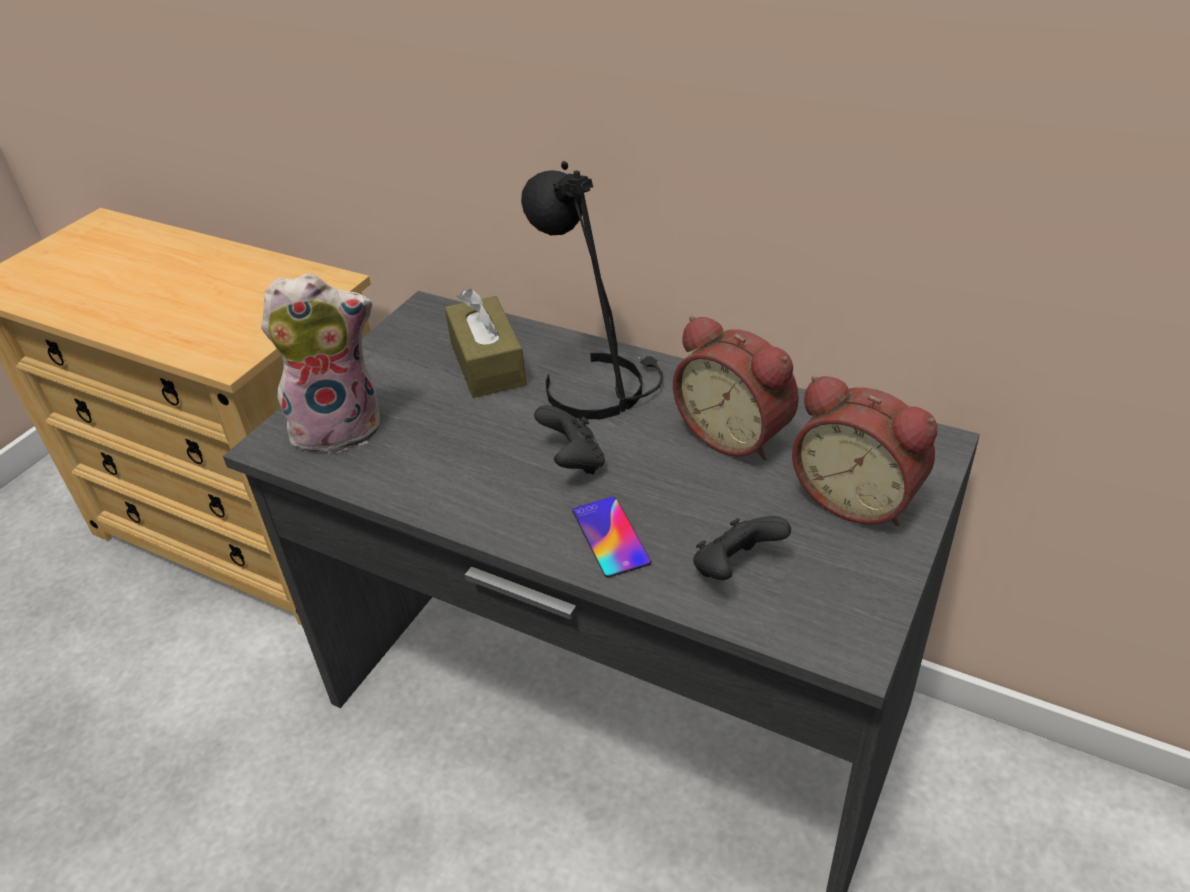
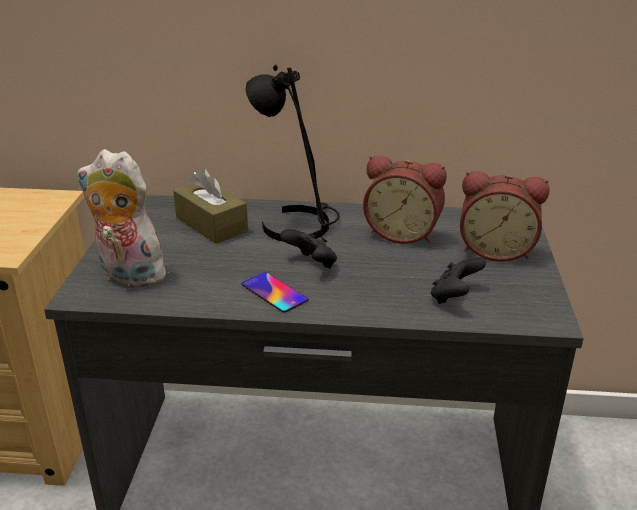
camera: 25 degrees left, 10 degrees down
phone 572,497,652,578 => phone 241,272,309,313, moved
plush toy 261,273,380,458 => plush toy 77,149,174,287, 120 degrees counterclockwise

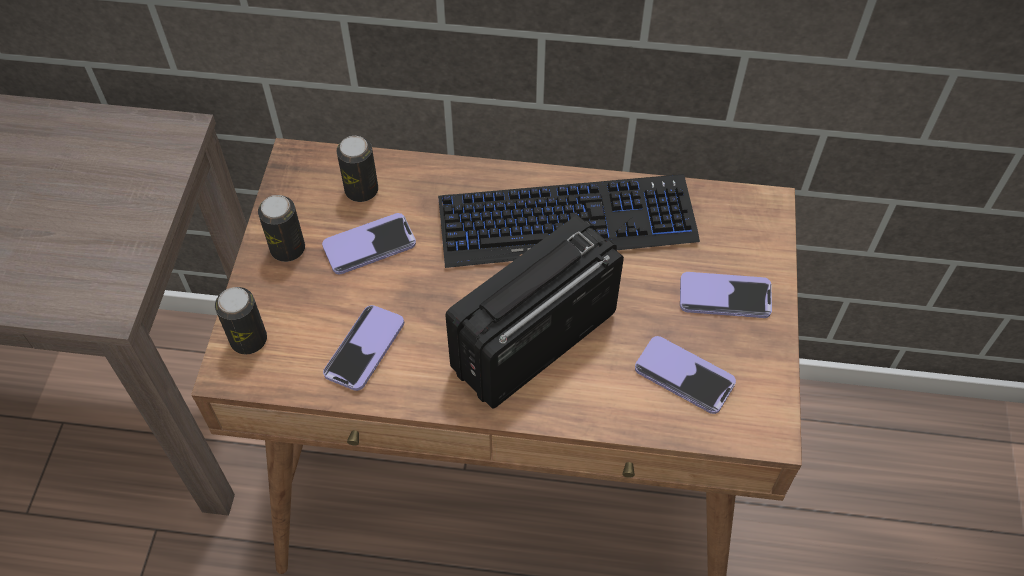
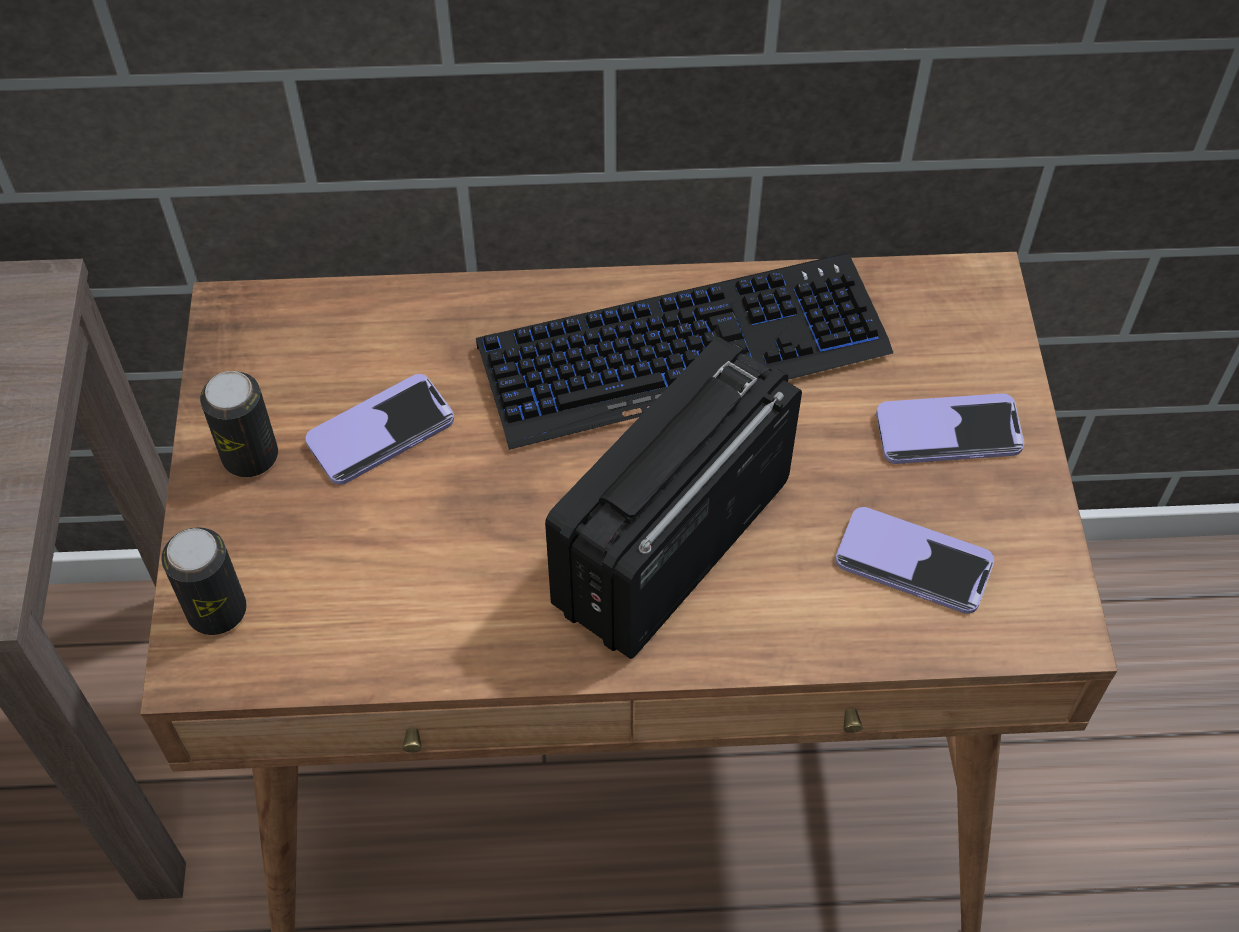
camera: 10 degrees left, 0 degrees up
phone 323,305,404,391 => nothing
can 337,136,378,202 => nothing

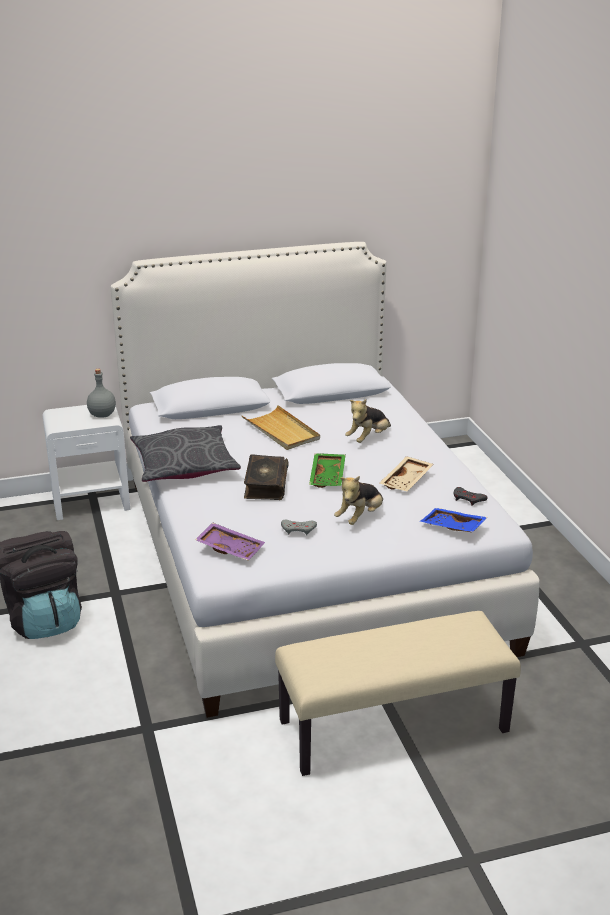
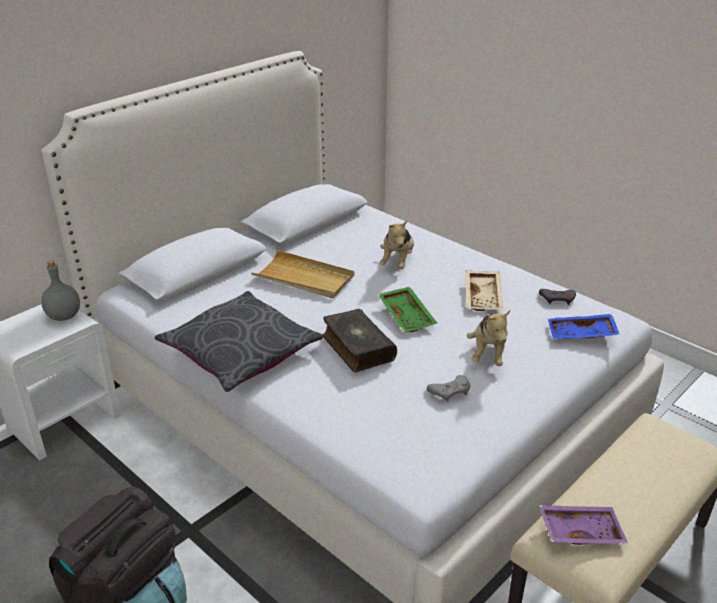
camera: 30 degrees left, 5 degrees up
tray (purple) 195,523,265,561 => tray (purple) 539,505,628,545, moved

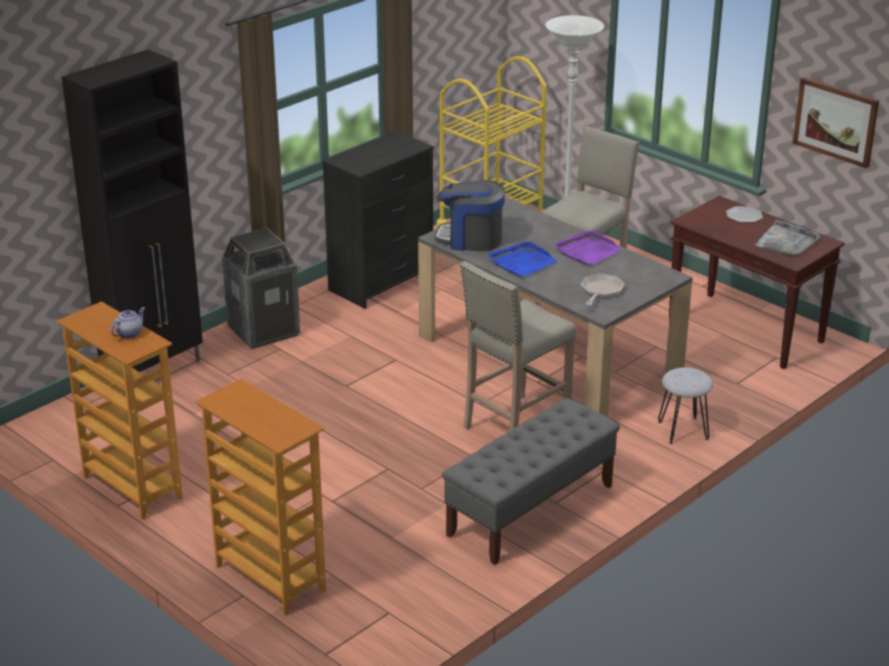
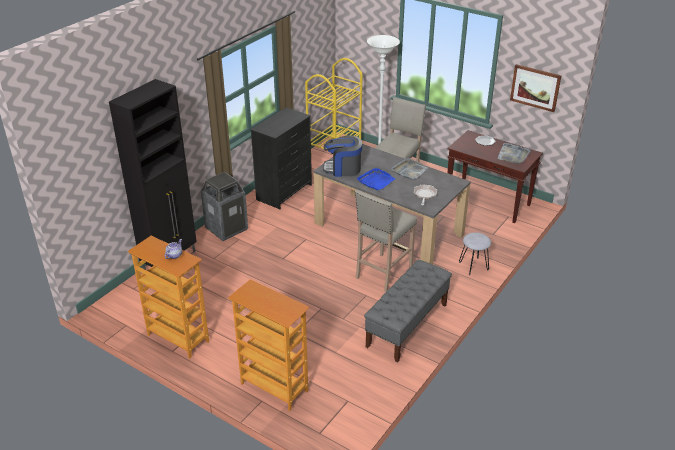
camera: 10 degrees left, 5 degrees up
tray (purple) 554,231,623,265 => tray (grey) 391,158,428,180

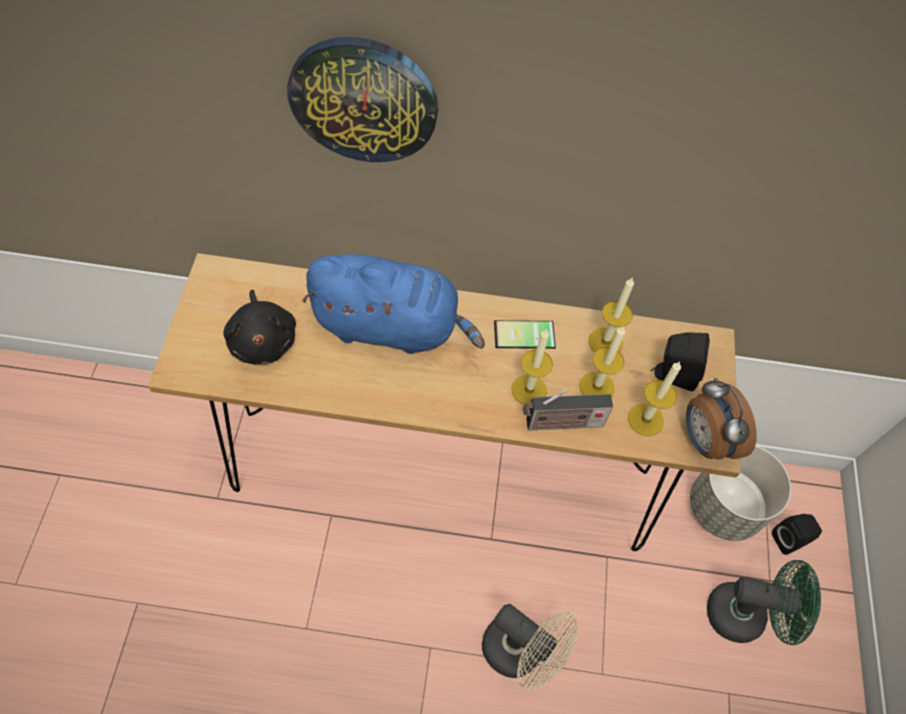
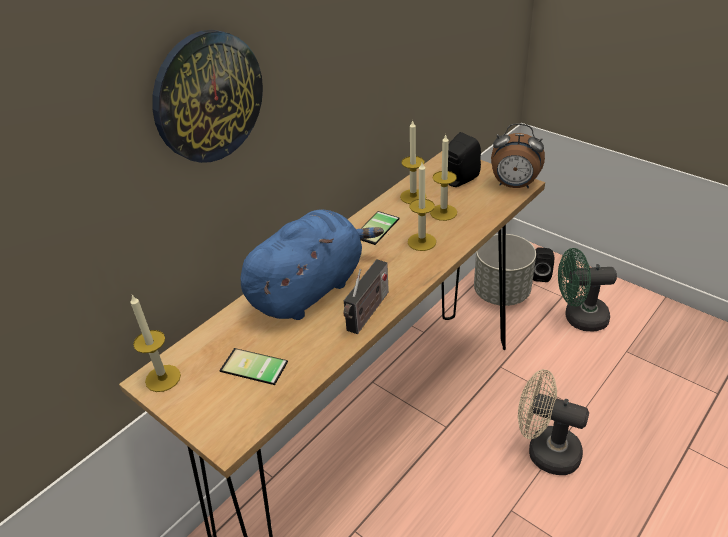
camera: 50 degrees left, 20 degrees down
radio 523,390,613,431 => radio 344,259,389,334, moved
candle 628,362,681,436 => candle 130,295,181,392, moved
plush toy (black) 224,290,296,365 => phone 219,348,288,385
fan (beige) 482,604,578,690 => fan (beige) 518,369,589,475, 135 degrees counterclockwise
fan (green) 707,560,821,645 => fan (green) 558,248,617,332, 135 degrees counterclockwise

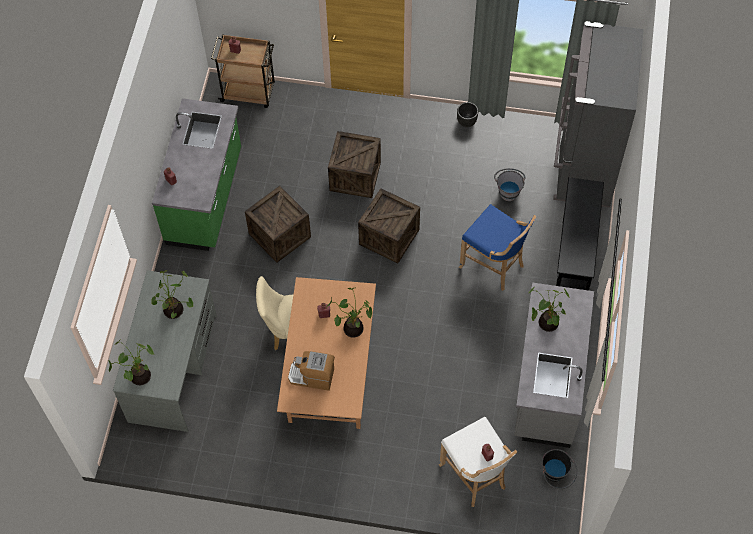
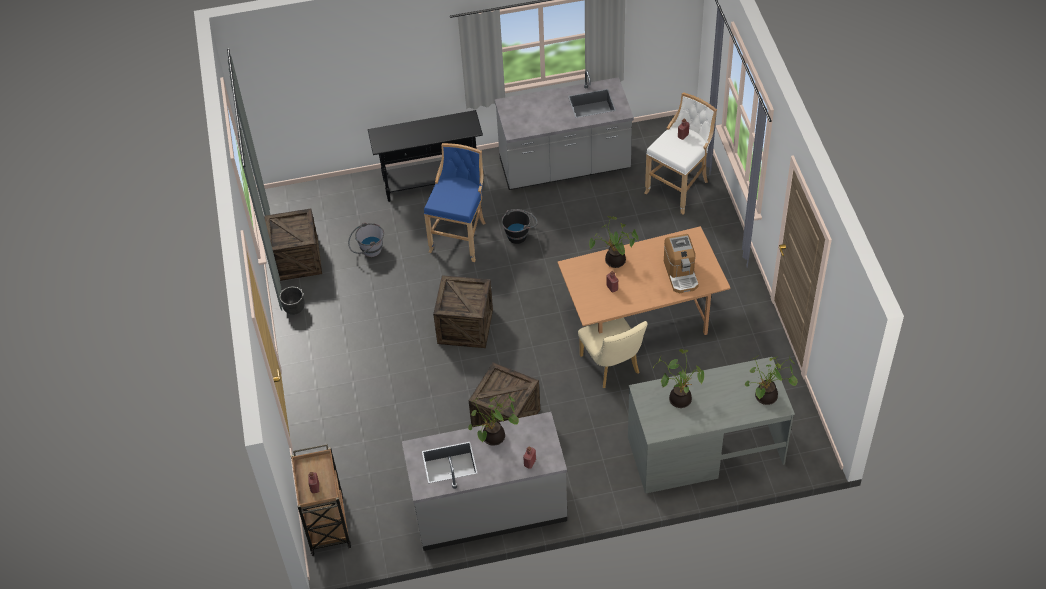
camera: 110 degrees left, 10 degrees down
fridge (grey) 553,21,644,207 => nothing
crate 328,131,381,198 => crate 264,209,322,281, moved
potted plant 529,287,570,332 => potted plant 468,394,519,446, moved
bucket (black) 542,449,577,489 => bucket (black) 502,209,538,244, moved
counter (green) 152,98,241,251 => counter (grey) 402,412,567,551

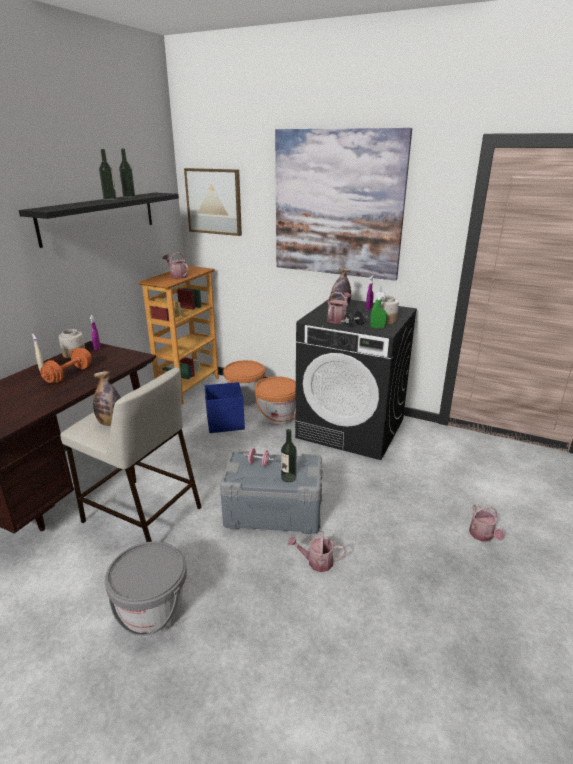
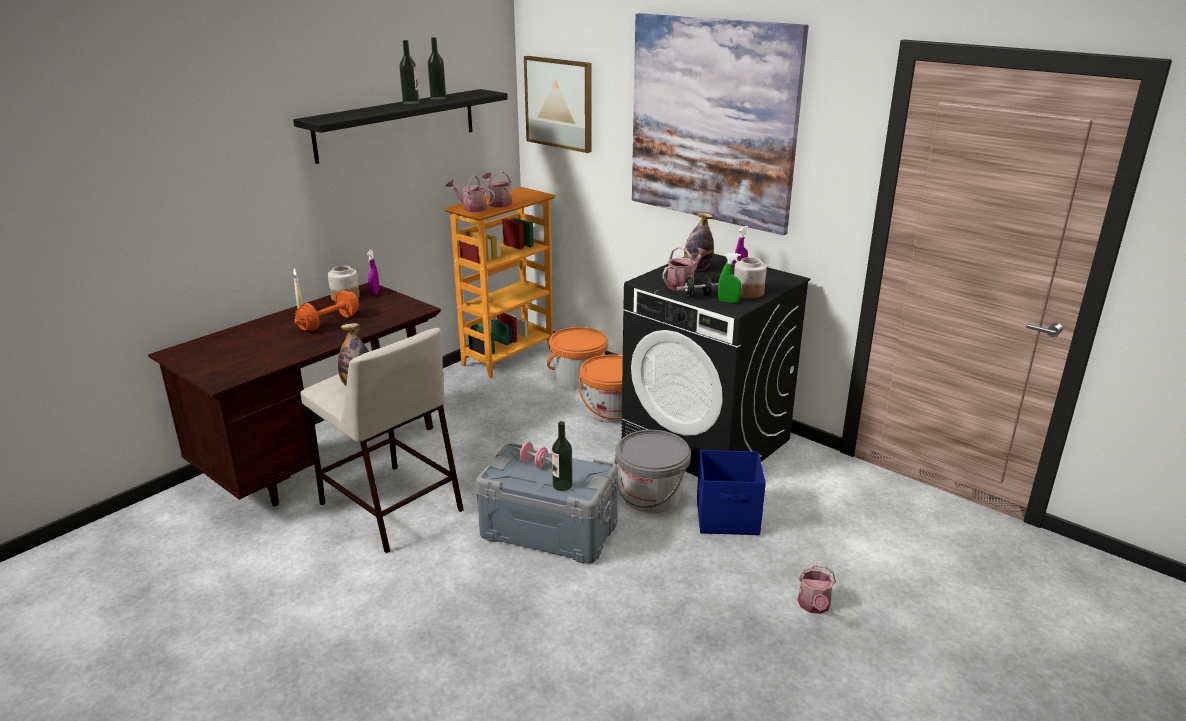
camera: 15 degrees right, 0 degrees up
bucket (grey) 105,542,187,637 => bucket (grey) 614,430,691,513, moved
storage box (blue) 205,382,245,433 => storage box (blue) 697,450,766,535, moved
watering can 287,531,346,572 => watering can 446,175,495,212, moved

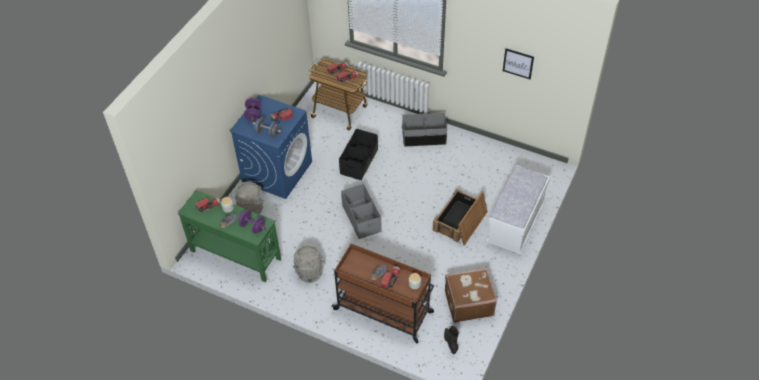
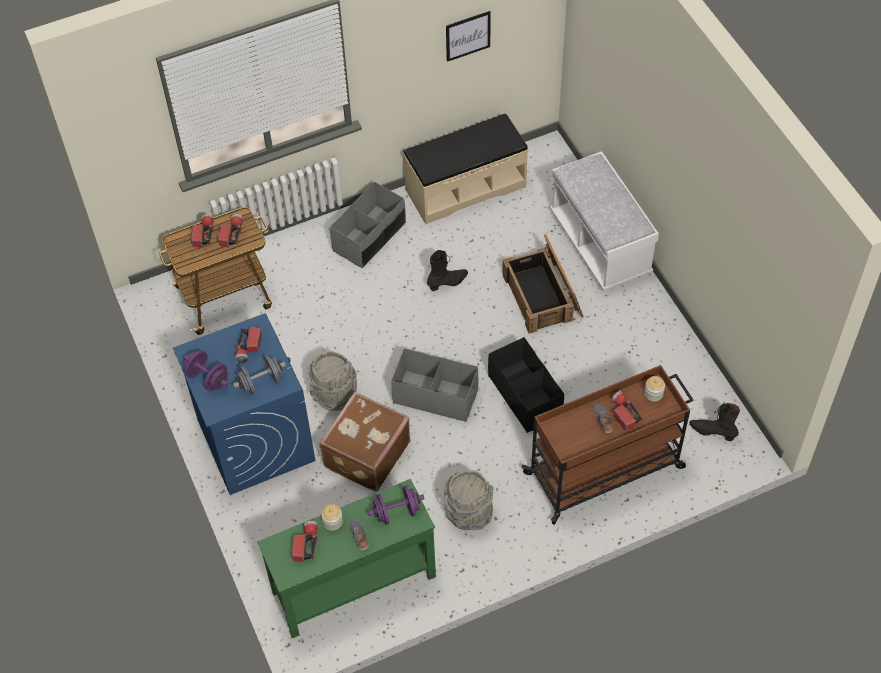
camera: 50 degrees left, 5 degrees up
nothing => bench (beige) 403,113,528,224
nothing => boot (black) 427,250,468,291
bucket (grey) 235,181,264,214 => bucket (grey) 308,351,357,411, moved
storage box (black) 339,129,378,180 => storage box (black) 488,337,564,433, moved
suitcase (brown) 445,268,497,323 => suitcase (brown) 319,392,410,492, moved

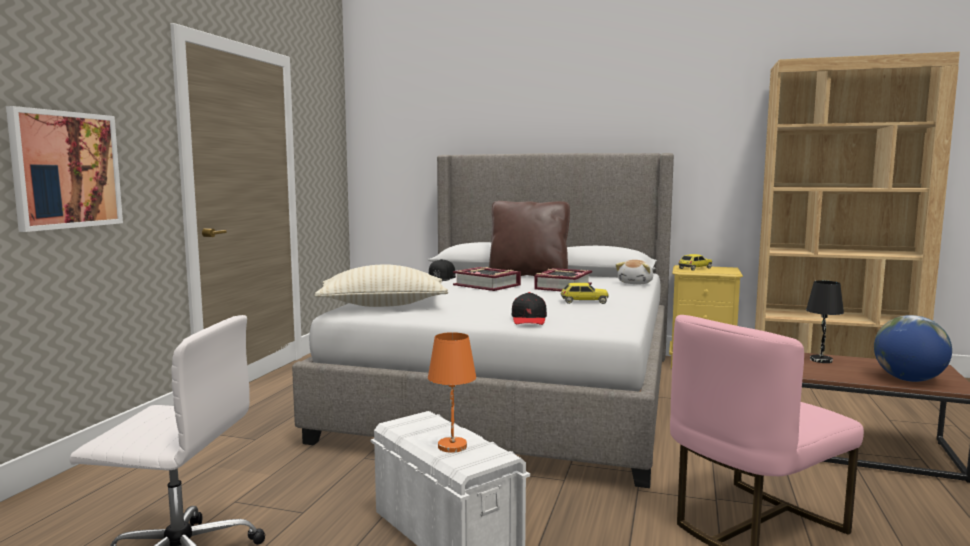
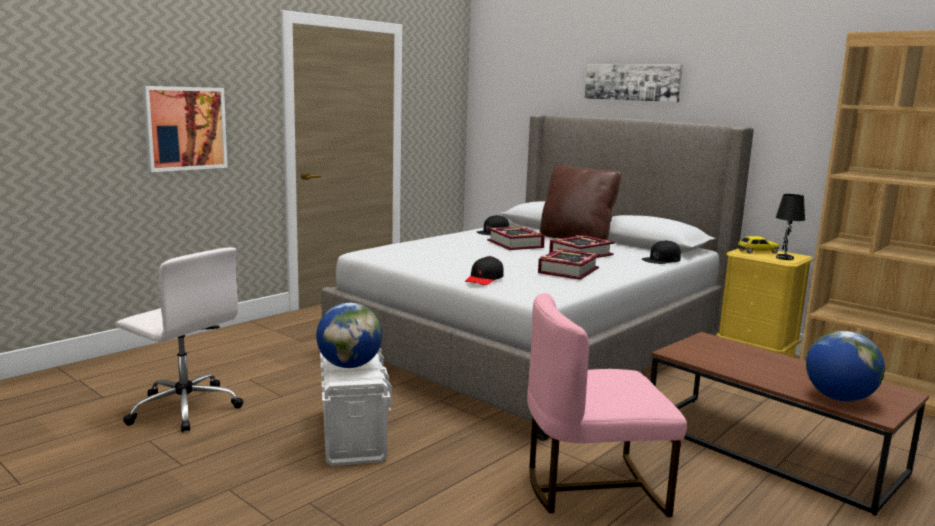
camera: 25 degrees right, 5 degrees up
pillow (beige) 314,264,448,307 => nothing
nothing => picture 585,64,683,102
table lamp (black) 806,281,844,363 => table lamp (black) 776,194,805,260, moved
table lamp (orange) 428,332,476,453 => globe 316,303,382,368
toy car 561,283,609,304 => book 538,249,600,280
plush toy 616,260,653,284 => cap (black) 642,240,681,264

